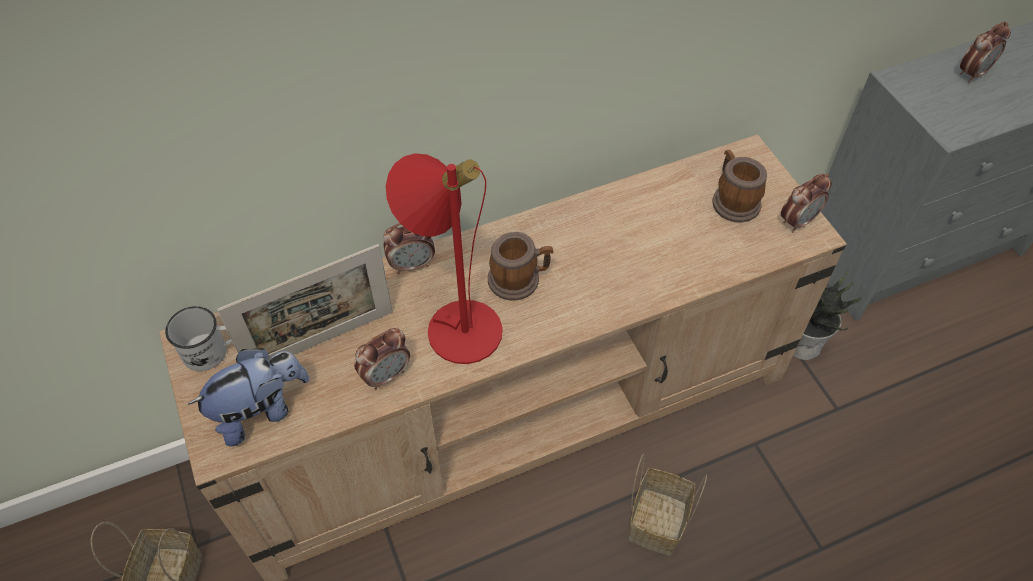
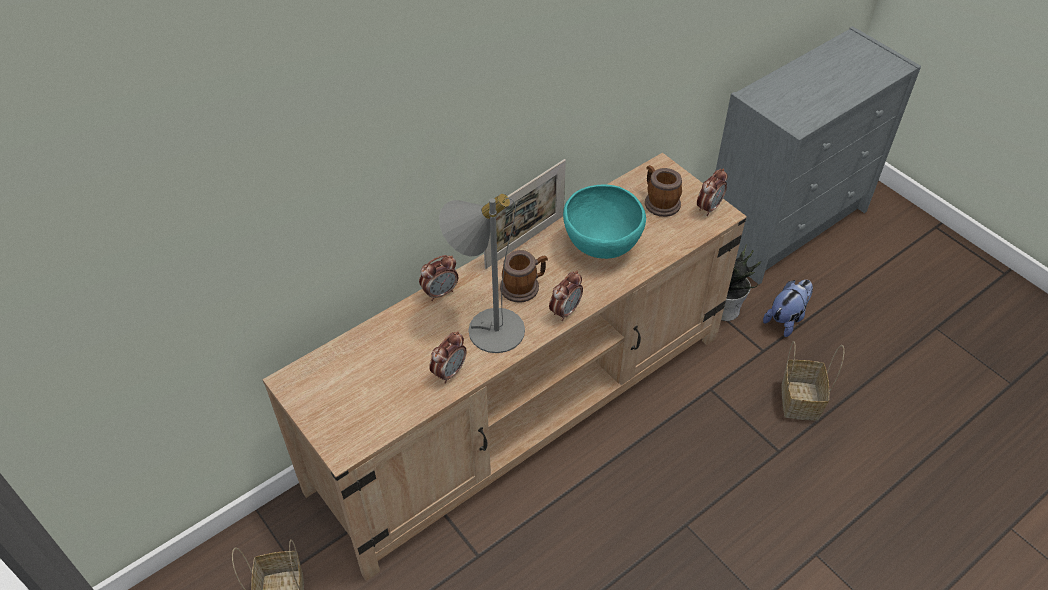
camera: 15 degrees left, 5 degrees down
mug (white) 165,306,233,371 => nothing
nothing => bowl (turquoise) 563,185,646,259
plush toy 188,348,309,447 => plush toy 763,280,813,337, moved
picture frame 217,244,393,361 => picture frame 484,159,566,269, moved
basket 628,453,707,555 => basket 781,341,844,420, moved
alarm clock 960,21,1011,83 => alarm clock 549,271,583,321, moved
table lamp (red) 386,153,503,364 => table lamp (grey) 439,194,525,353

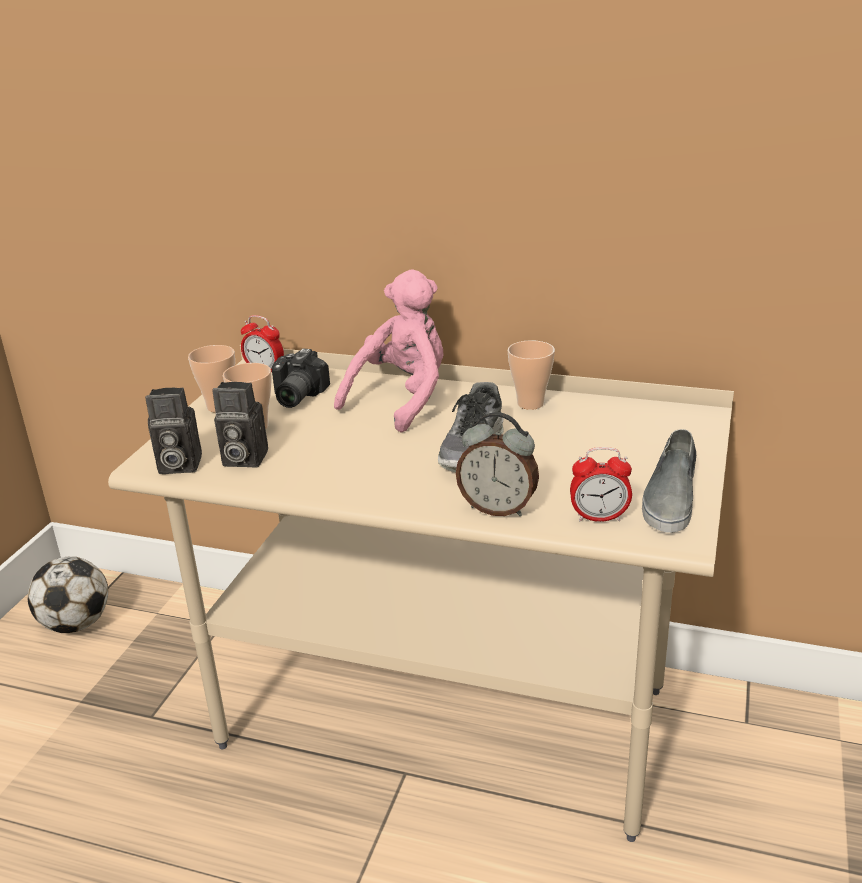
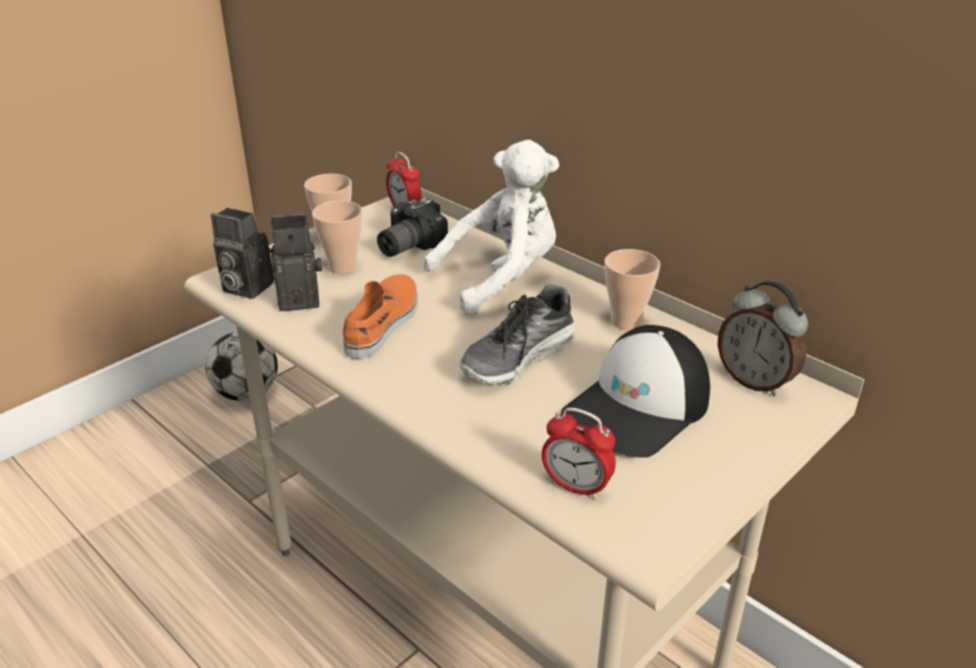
camera: 25 degrees right, 5 degrees up
shoe (grey) 642,429,696,533 => nothing
nothing => shoe (orange) 343,274,418,359
nothing => cap 561,325,710,457
alarm clock 456,412,539,516 => alarm clock 718,281,808,396, moved
plush toy (pink) 334,269,444,433 => plush toy (white) 424,140,559,315
photo camera 212,382,268,467 => photo camera 270,214,322,311, 135 degrees clockwise

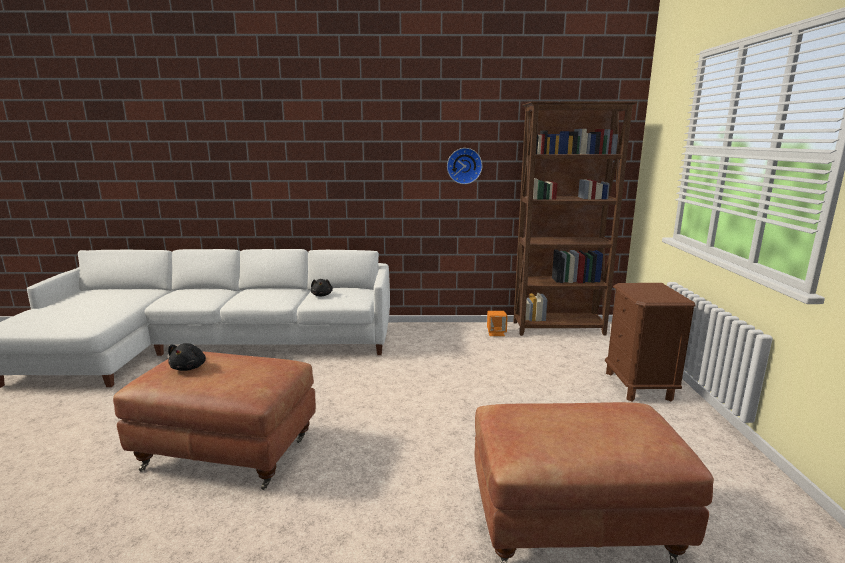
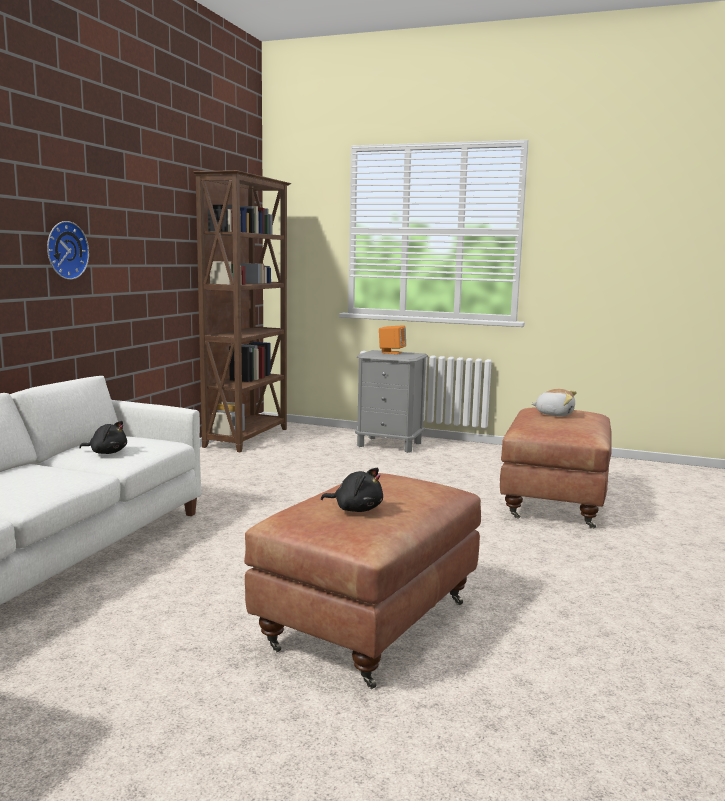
camera: 70 degrees left, 5 degrees down
nothing => plush toy 531,389,577,416
wall clock 447,148,482,184 => wall clock 47,221,89,280, moved
speaker (orange) 487,311,507,336 => speaker (orange) 379,325,406,354, moved
nightstand (brown) 605,283,696,402 => nightstand (grey) 355,350,428,453

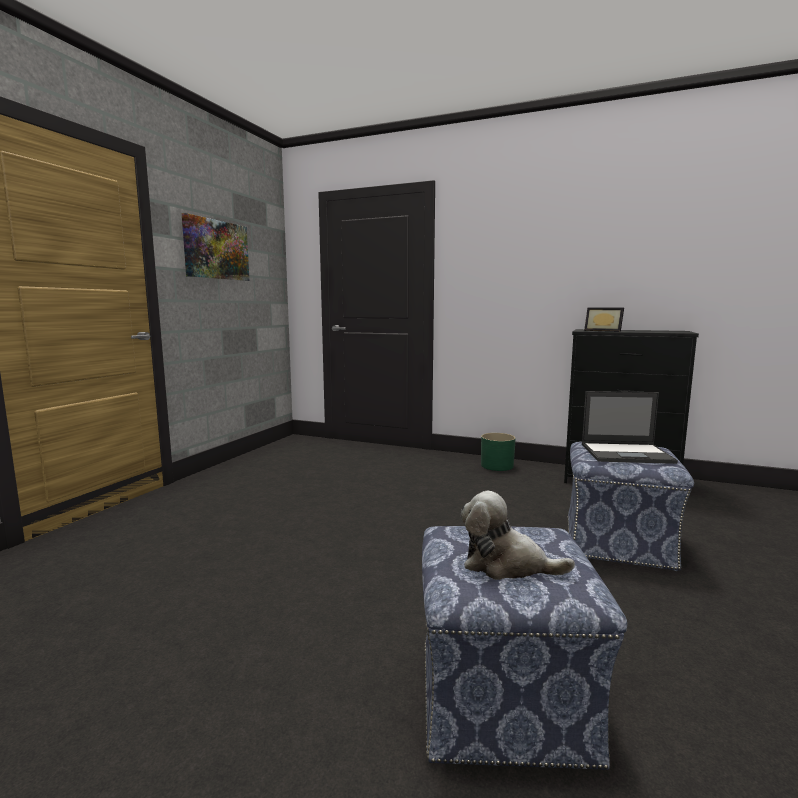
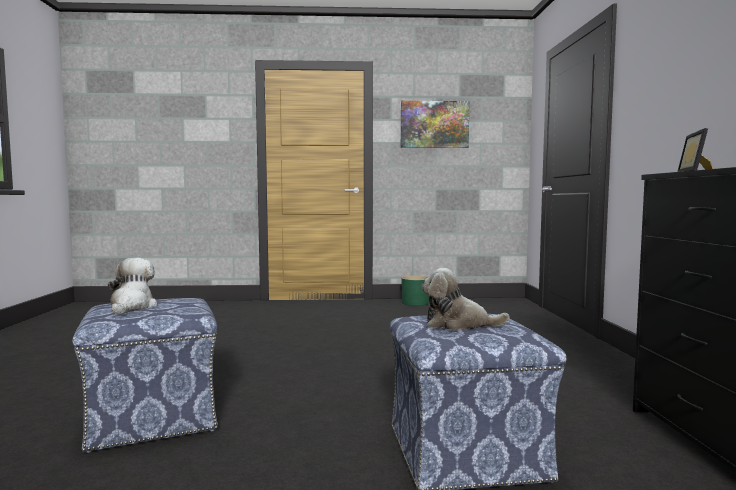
camera: 65 degrees right, 5 degrees down
planter (green) 481,433,516,471 => planter (green) 402,276,429,306, moved
laptop 582,391,678,464 => plush toy 422,268,510,330

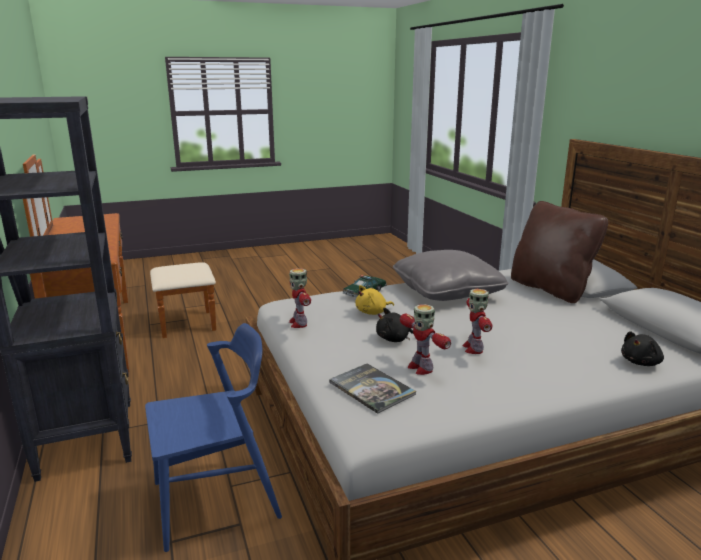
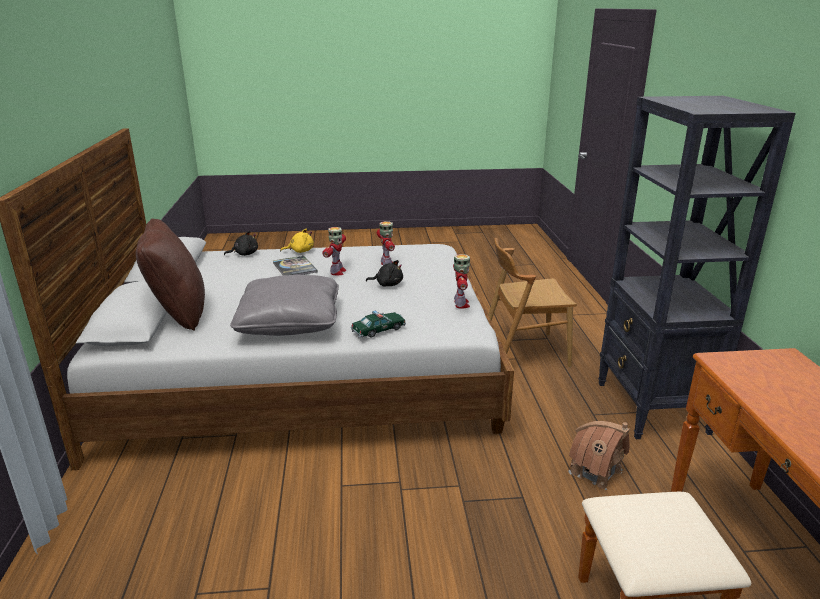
camera: 165 degrees left, 5 degrees up
nothing => toy house 568,421,630,490
book 329,363,416,414 => book 273,256,318,275, moved
plush toy (yellow) 355,285,394,315 => plush toy (yellow) 280,229,314,253, moved
chair (blue) 145,323,282,552 => chair (brown) 489,238,577,367

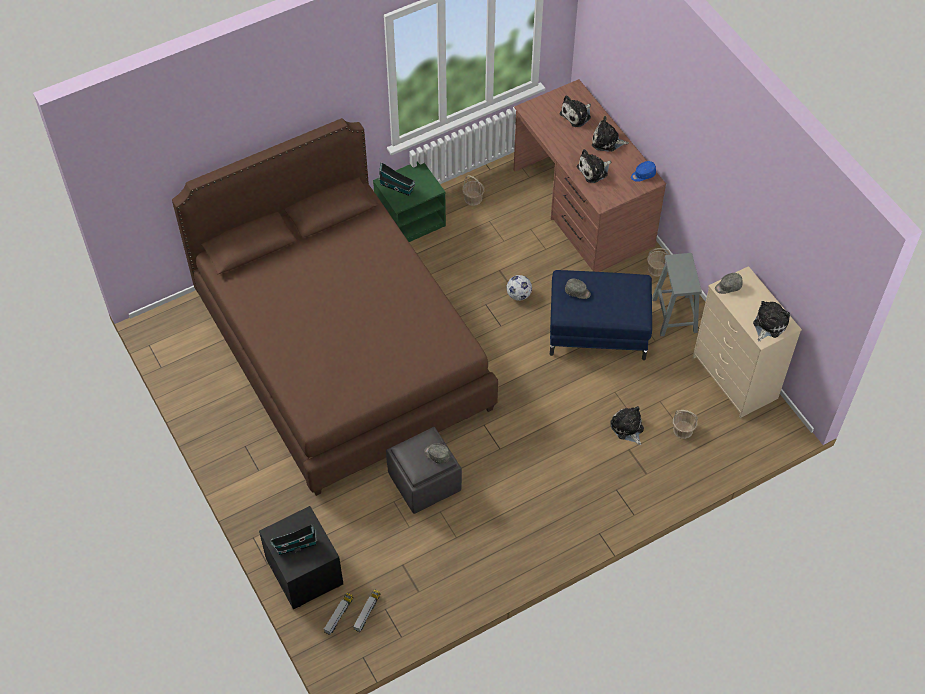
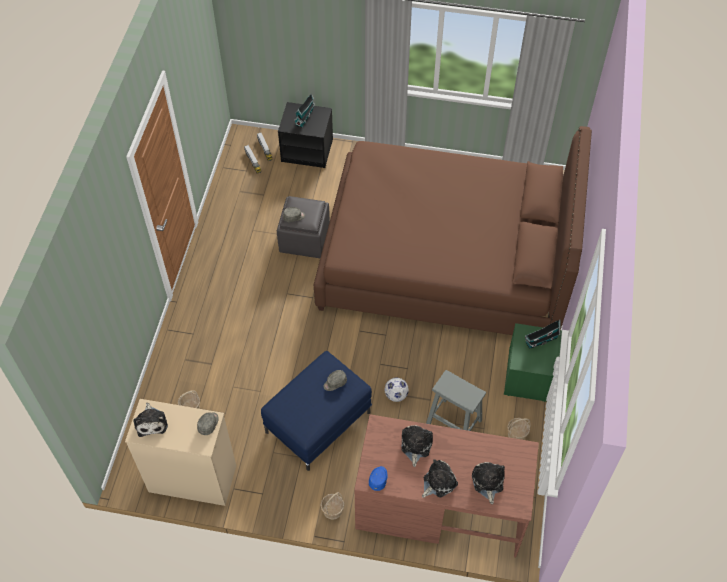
camera: 130 degrees right, 0 degrees up
plush toy 610,406,644,445 => nothing
stool (grey) 652,253,702,336 => stool (grey) 426,370,486,431, moved

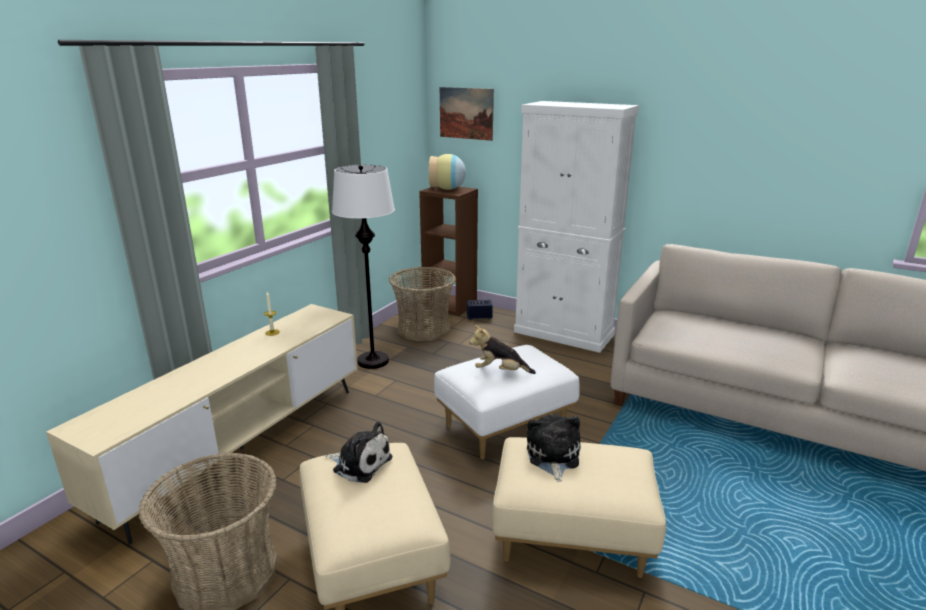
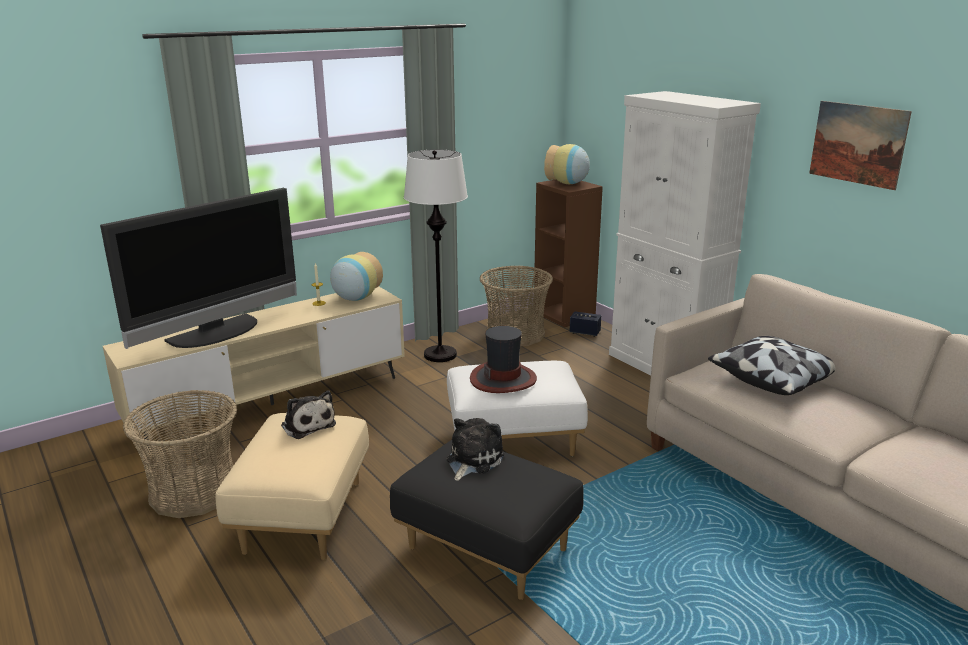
camera: 25 degrees right, 0 degrees up
nothing => television 100,188,297,349
nothing => vase 330,252,383,301
nothing => pillow 708,336,835,395
picture 440,87,494,141 => picture 809,101,912,190, moved
plush toy 469,325,536,374 => hat 470,326,537,393
ottoman (beige) 492,437,666,578 => ottoman (black) 390,440,584,600

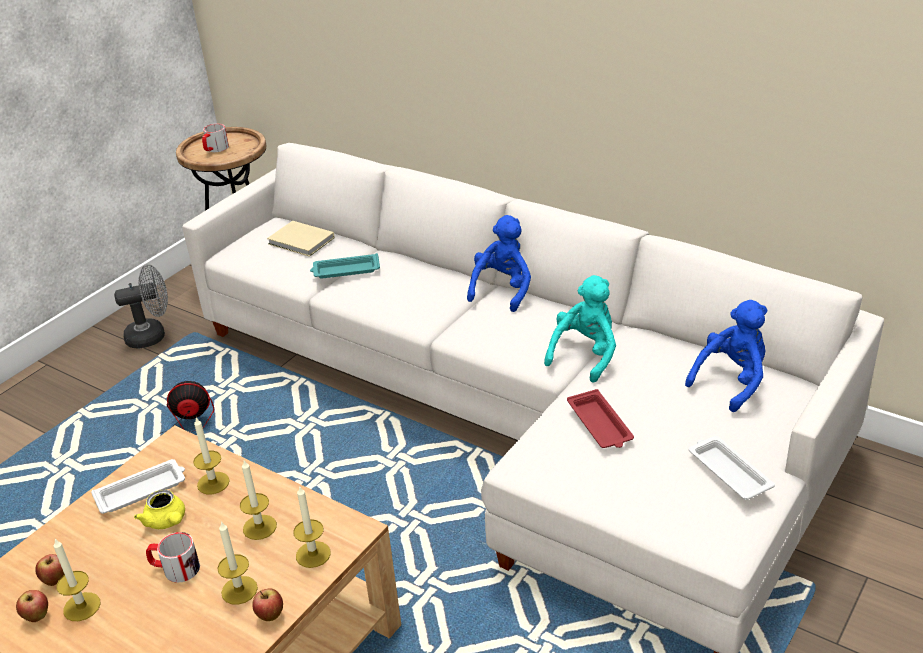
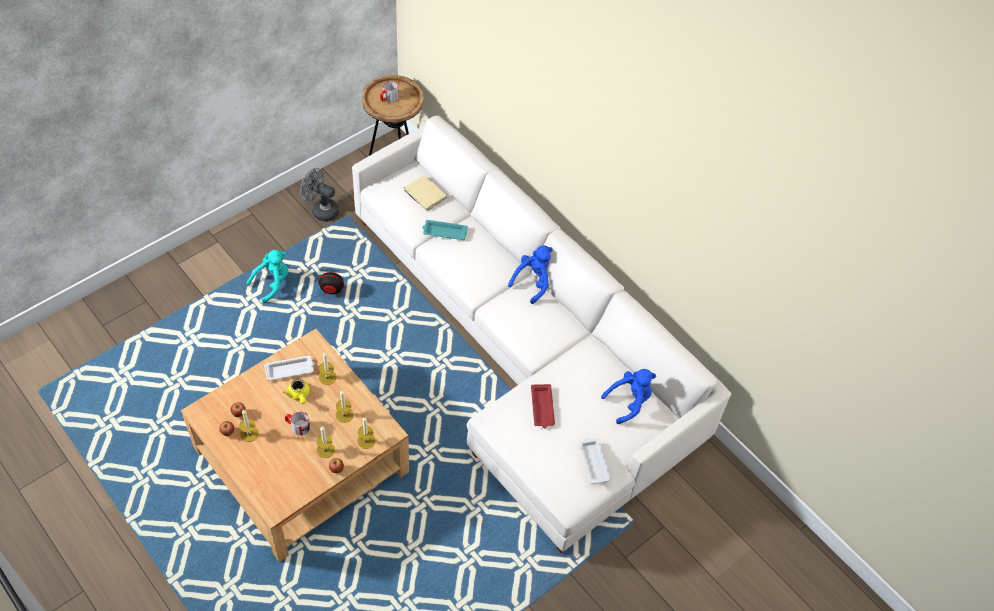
camera: 10 degrees right, 20 degrees up
plush toy (turquoise) 544,275,616,383 => plush toy (turquoise) 246,250,289,303, moved
fan (grey) 114,264,168,349 => fan (grey) 300,168,339,222, 150 degrees counterclockwise

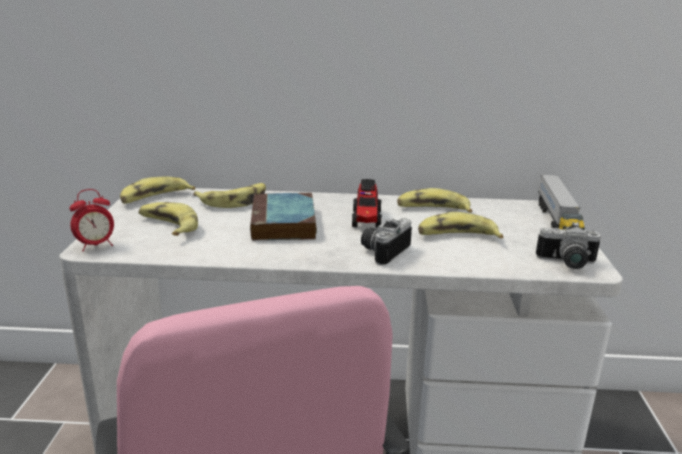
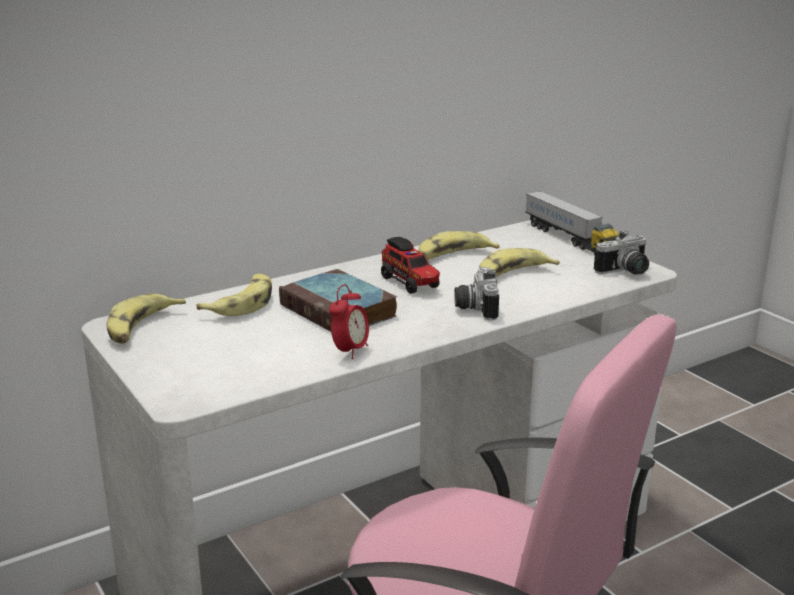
camera: 35 degrees left, 0 degrees up
banana 139,202,198,236 => nothing
alarm clock 70,189,114,251 => alarm clock 329,284,369,359, moved

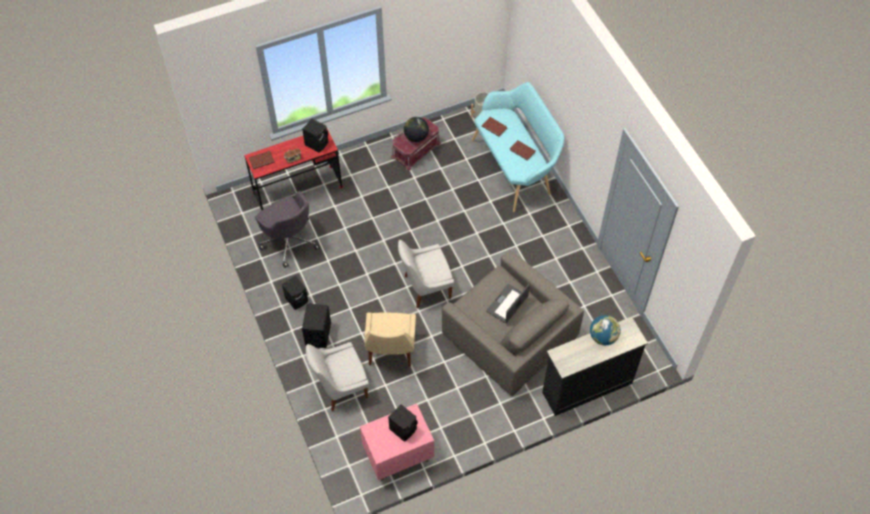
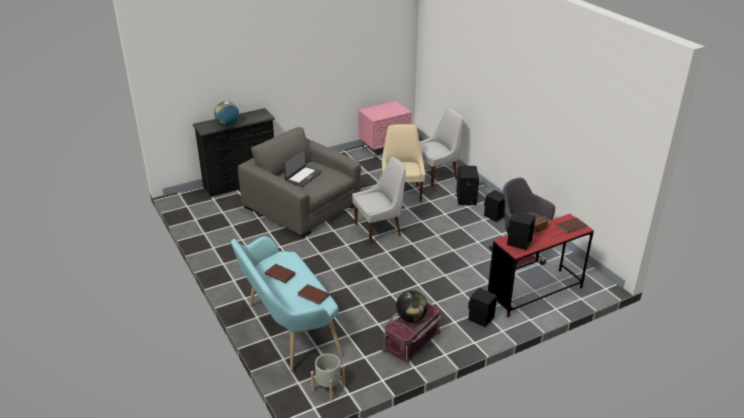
camera: 175 degrees right, 25 degrees down
speaker (black) 388,404,418,442 => speaker (black) 468,288,497,328, moved

